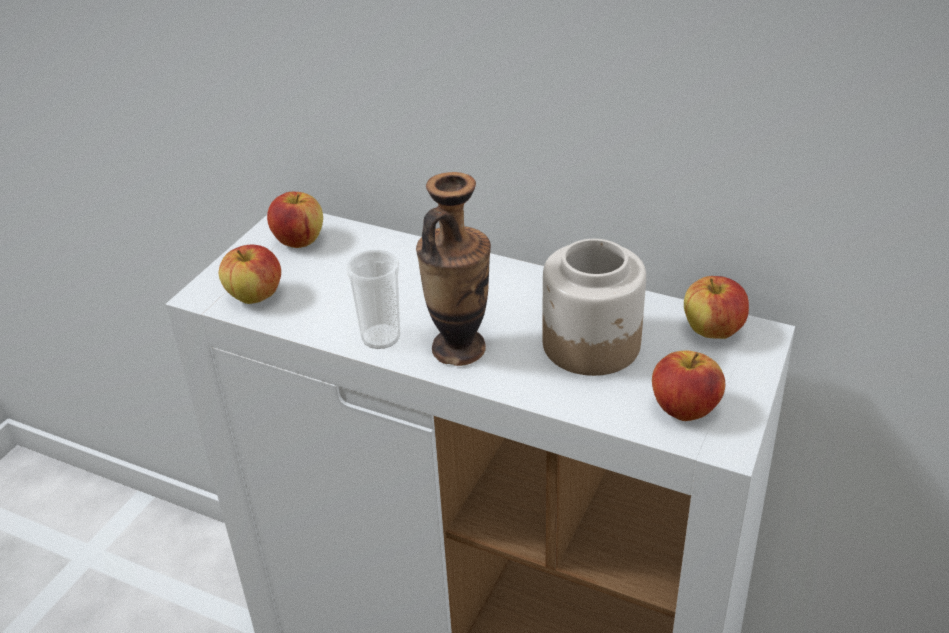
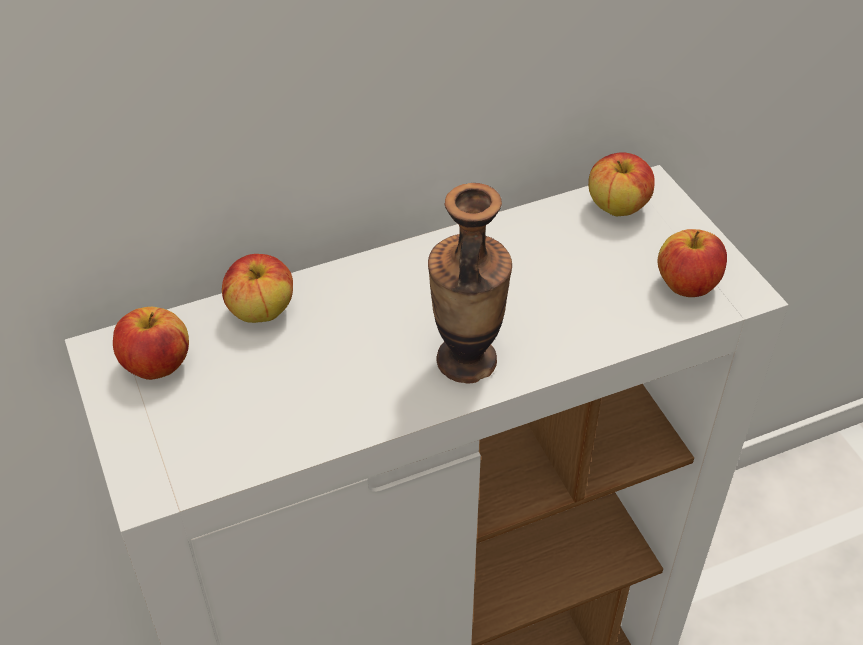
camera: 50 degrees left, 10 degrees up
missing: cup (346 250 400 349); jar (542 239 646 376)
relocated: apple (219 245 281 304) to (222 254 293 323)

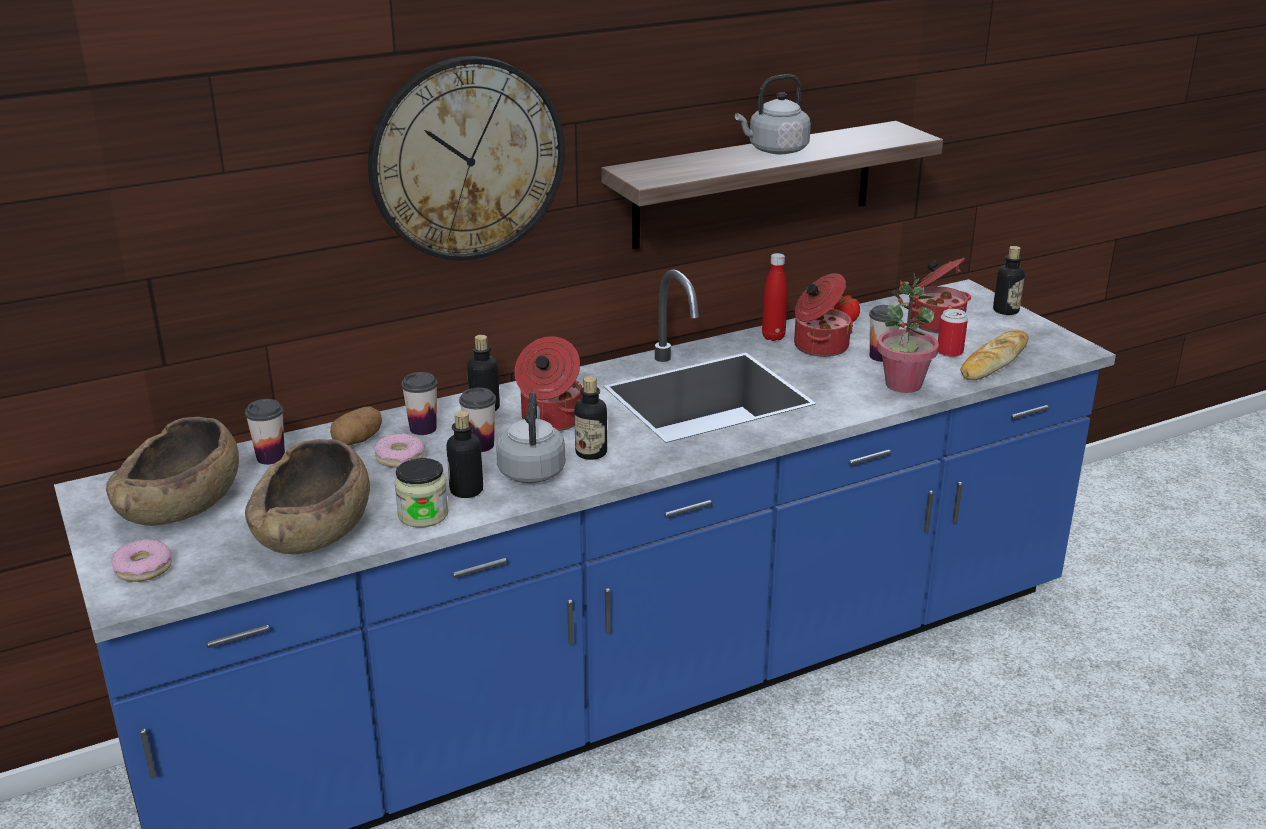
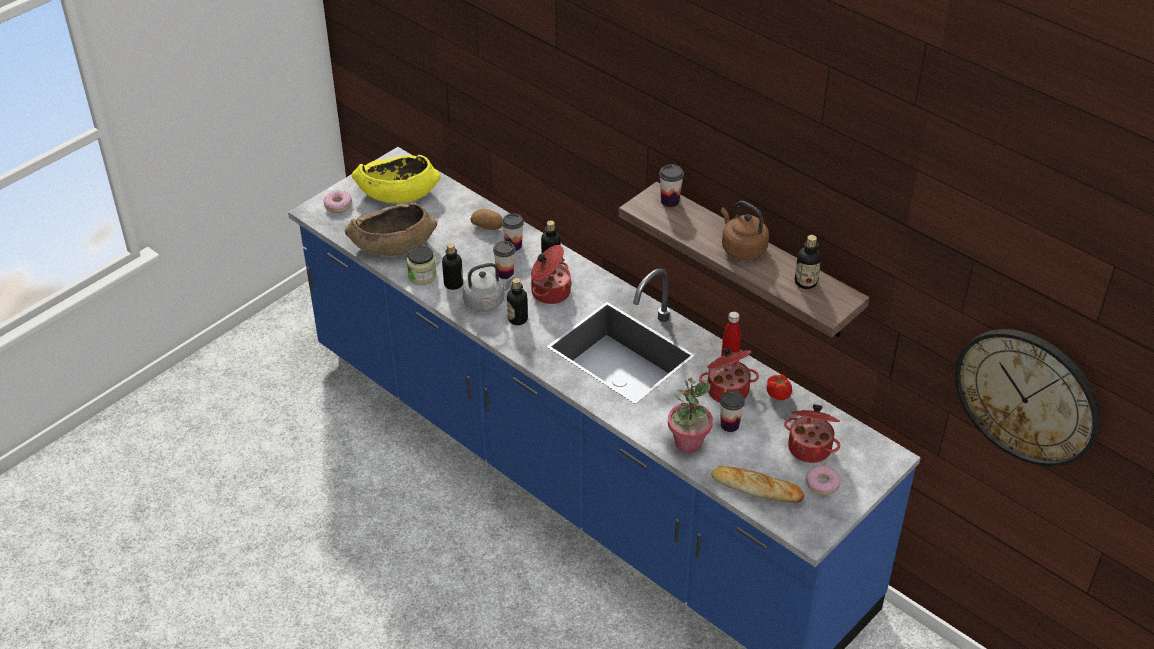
camera: 70 degrees right, 15 degrees up
missing: can (938 309 968 357)
relocated: cup (245 399 285 465) to (659 164 684 207); bottle (993 246 1025 315) to (795 235 821 289); donut (374 433 425 468) to (806 465 841 495); wall_clock (368 56 565 260) to (955 329 1101 467)
colour: brown_bowl (106 417 239 526) to yellow_bowl (352 155 440 203); grey_kettle (735 74 811 154) to brown_kettle (721 201 769 260)

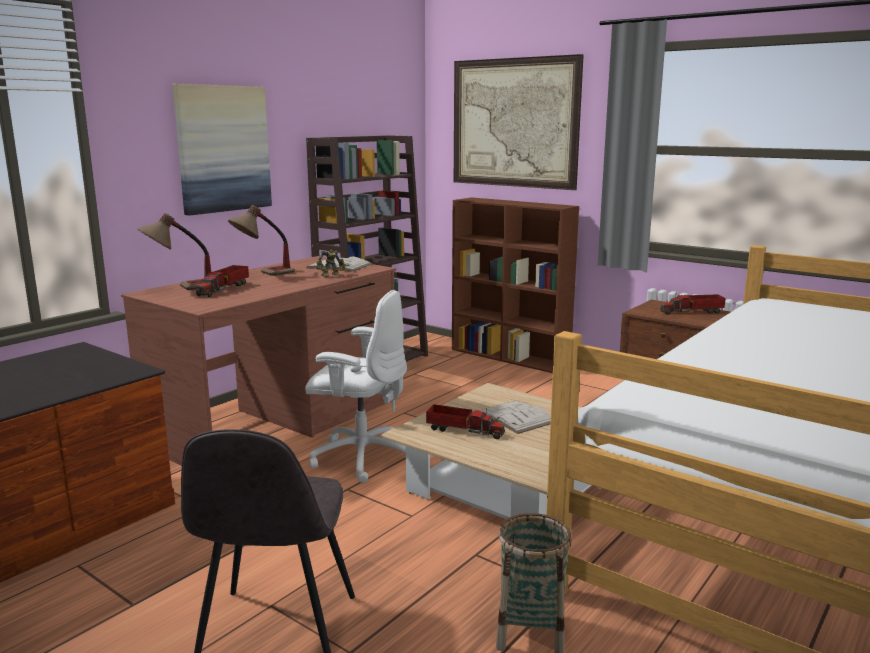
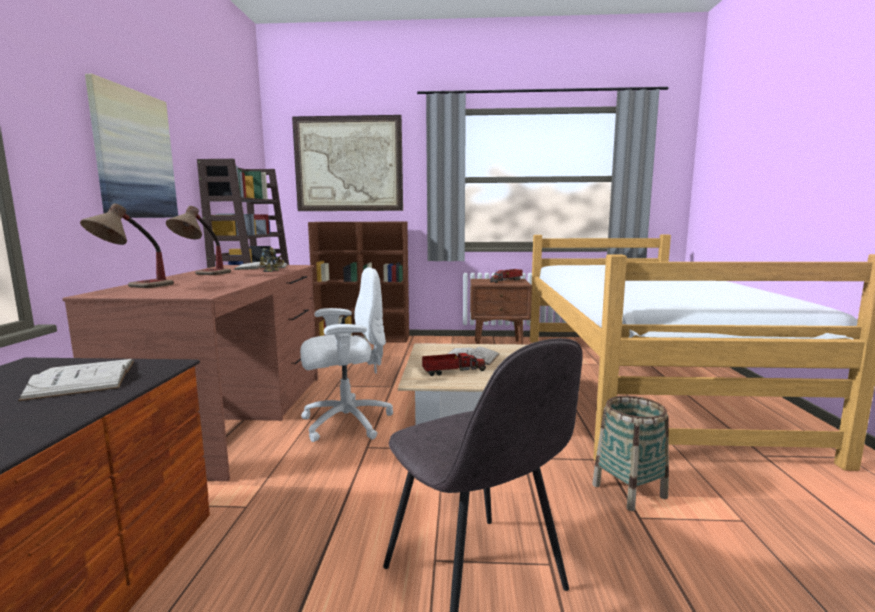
camera: 35 degrees left, 5 degrees down
missing: toy_truck (196 265 249 297)
appeared: white_book (18 359 134 401)

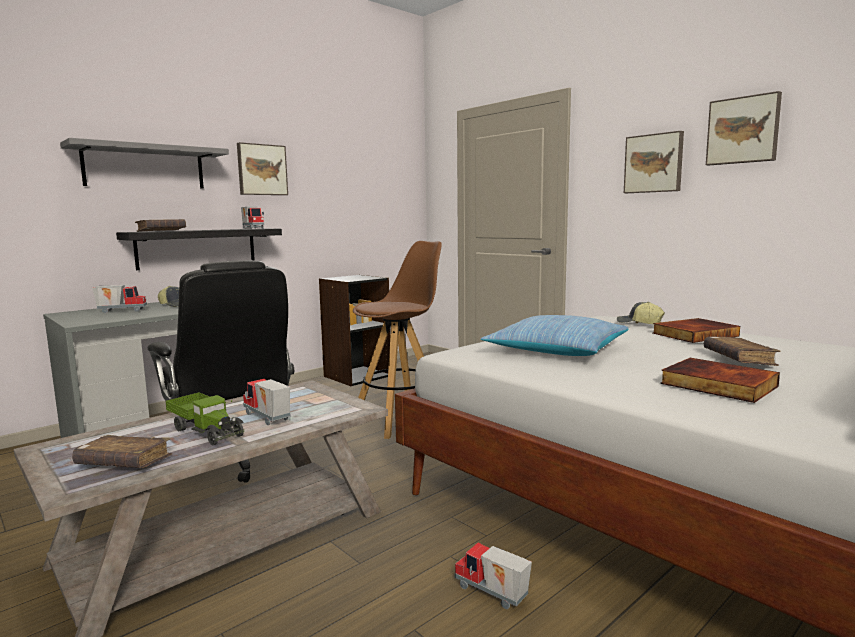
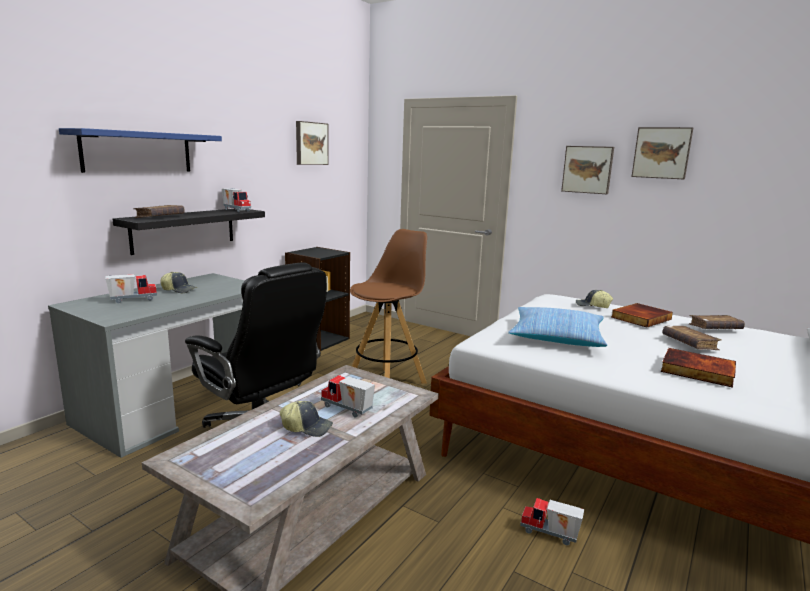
camera: 15 degrees left, 5 degrees up
relocated: picture (237 142 288 195) to (296 121 329 165); brown_book (72 435 172 468) to (689 315 745 329)
exchanged: toy_truck (165 392 244 445) to cap (280 401 333 437)
colour: grey_shelf (60 138 229 189) to blue_shelf (59 128 222 173)

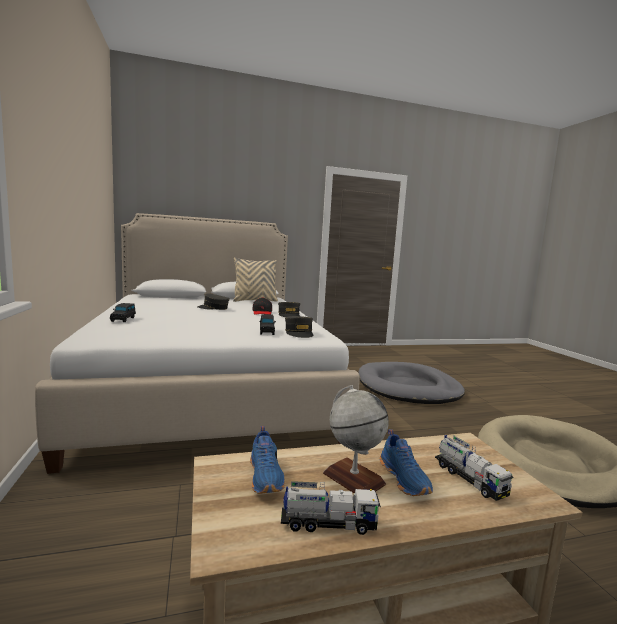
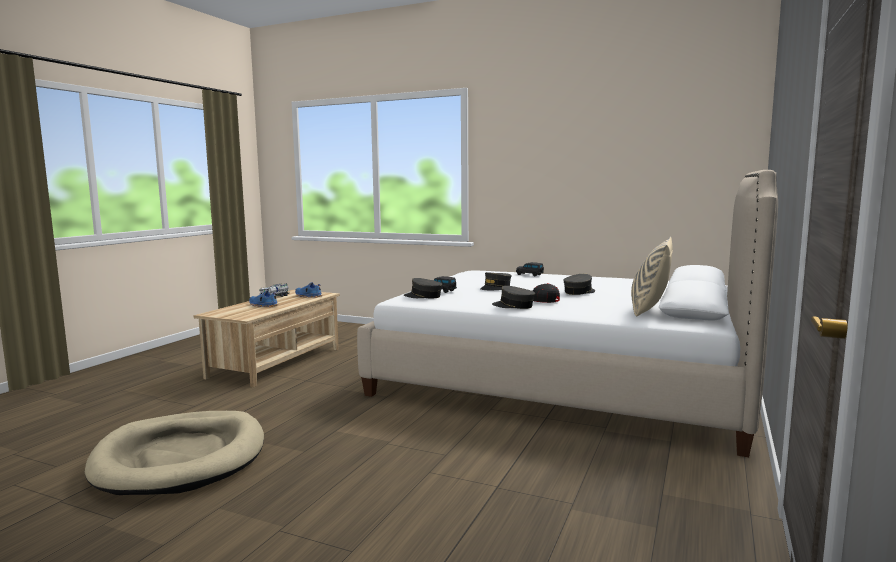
camera: 130 degrees right, 0 degrees up
missing: globe (323 385 389 493); grey_dog_bed (358 362 465 404); toy_truck (435 435 514 501)
appeared: grey_cap (480 272 512 290)

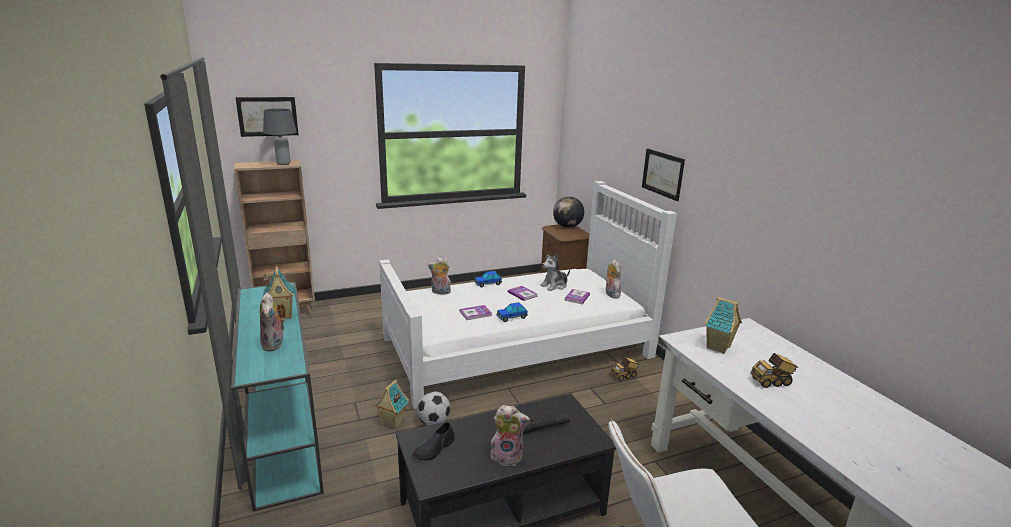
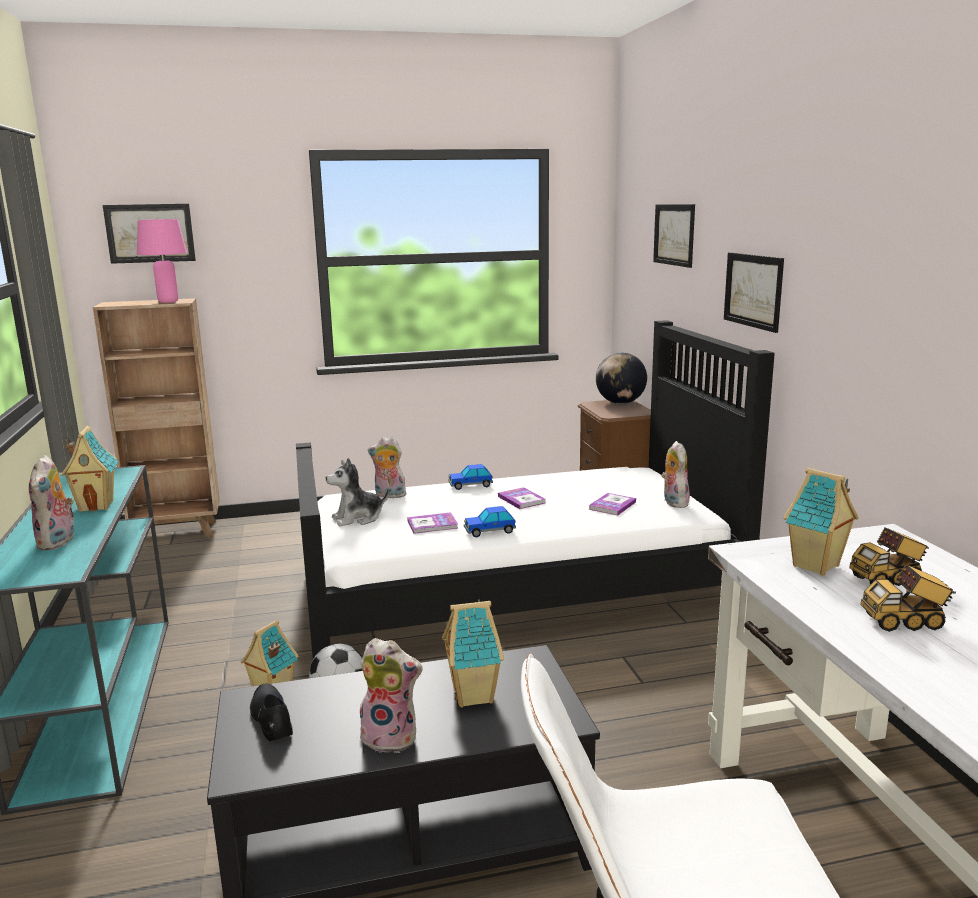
camera: 10 degrees right, 5 degrees down
appeared: picture (653 204 695 268)
relocated: plush_toy (540 253 570 291) to (325 458 389 526); toy_truck (611 357 640 381) to (849 527 929 586)
exchanged: black_flashlight (523 413 570 434) to toy_house (442 600 504 707)
colour: grey_table_lamp (263 109 297 165) to pink_table_lamp (137 219 187 303); white_bed (379 181 677 409) to black_bed (296 320 775 659)
spun: black_shoe (413 422 455 460) = (250 683 293 741) 105 degrees clockwise

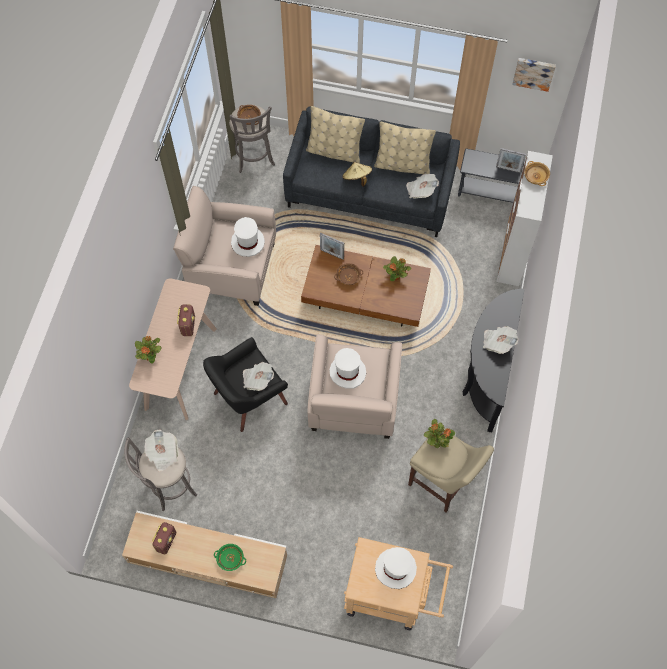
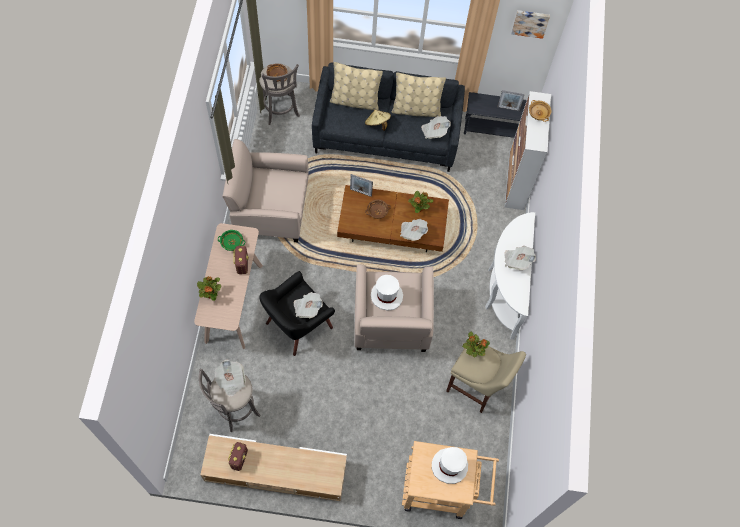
camera: 10 degrees left, 0 degrees up
missing: white_hat (231 217 265 257)
appeared: newspaper (400 219 428 241)
relocated: green_bowl (214 544 246 571) to (218 230 245 251)
colour: black_console_table (463 289 525 432) to white_console_table (485 212 535 340)

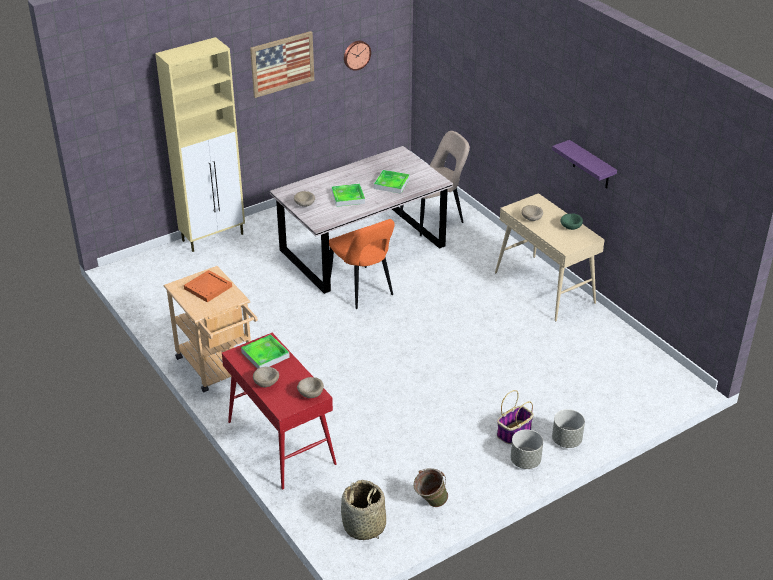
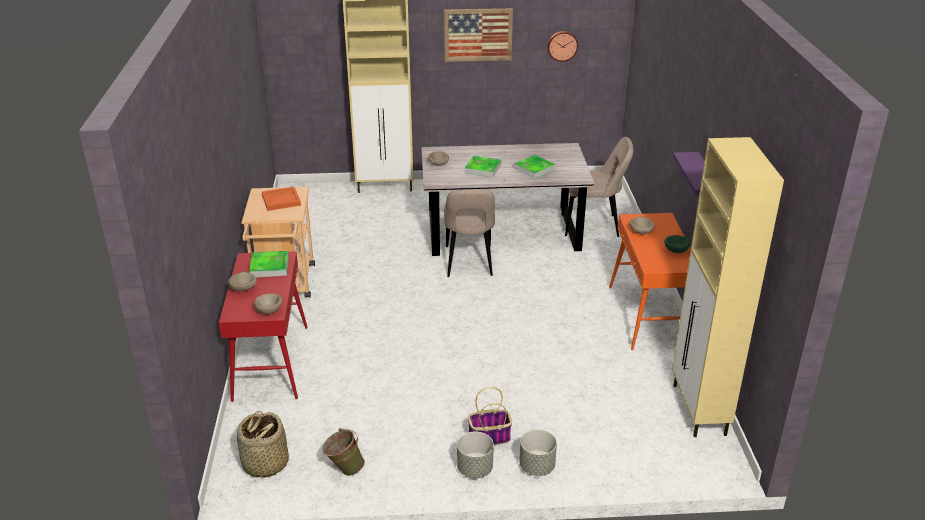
camera: 30 degrees right, 5 degrees down
appeared: beige_cabinet (672 137 784 437)
colour: orange_chair (329 219 395 309) to beige_chair (444 189 495 277); beige_console_table (495 193 605 321) to orange_console_table (609 213 691 350)

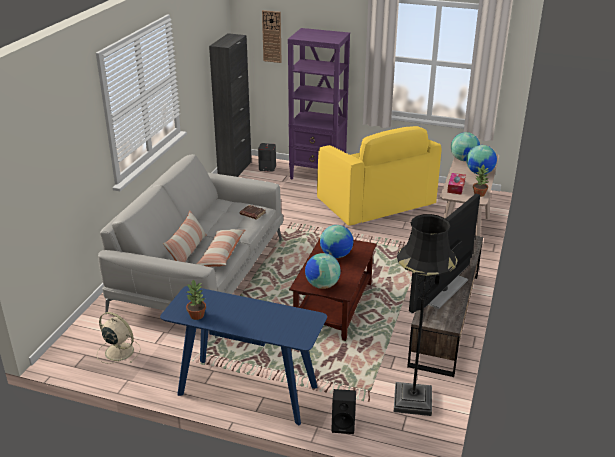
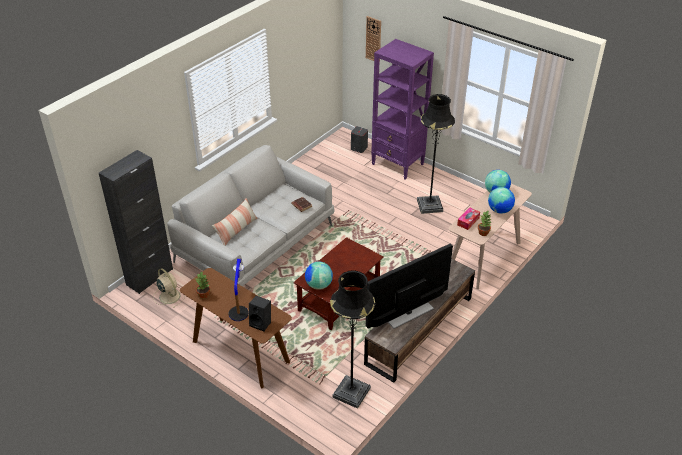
camera: 20 degrees right, 10 degrees up
missing: pillow (196 229 245 267); globe (320 225 353 258)
appeared: table_lamp (228 259 249 321)
relocated: black_cabinet (209 33 252 177) to (99 150 173 294); black_speaker (331 389 356 434) to (249 296 271 331)
exchanged: yellow_armchair (317 126 442 226) to black_floor_lamp (417 94 455 214)
colour: blue_console_table (160 286 327 425) to brown_console_table (180 268 292 388)

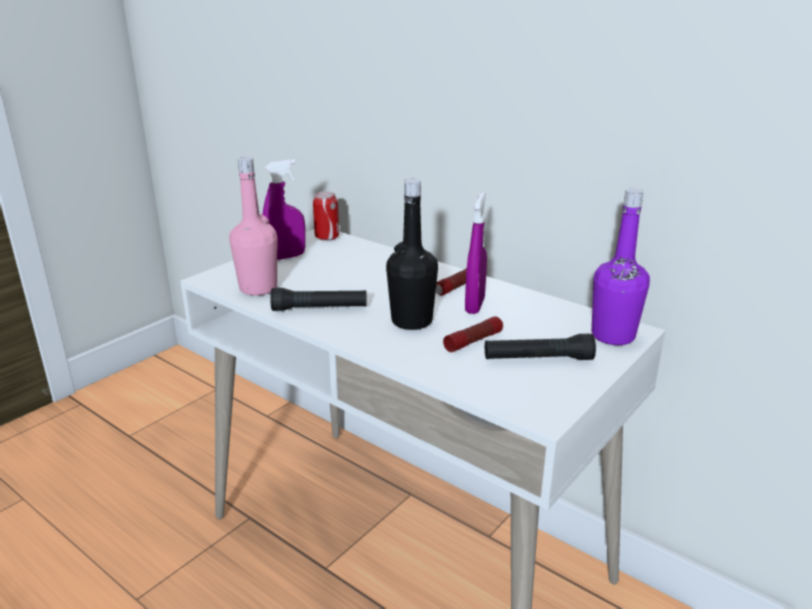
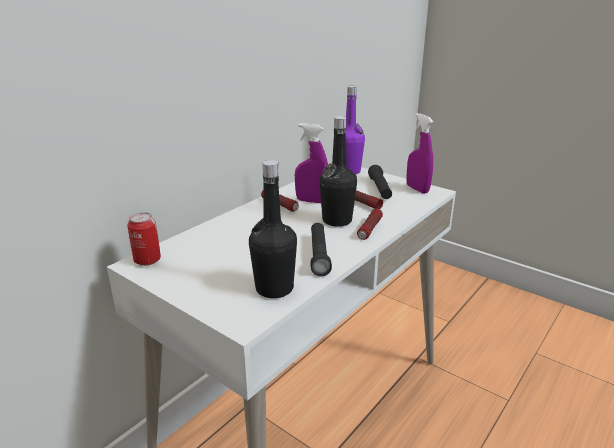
camera: 90 degrees left, 0 degrees up
appeared: flashlight (357 209 383 240)
relocated: purple_spray_bottle (263 159 306 260) to (406 113 433 194)
colour: pink_bottle (229 157 277 296) to black_bottle (249 160 297 298)

